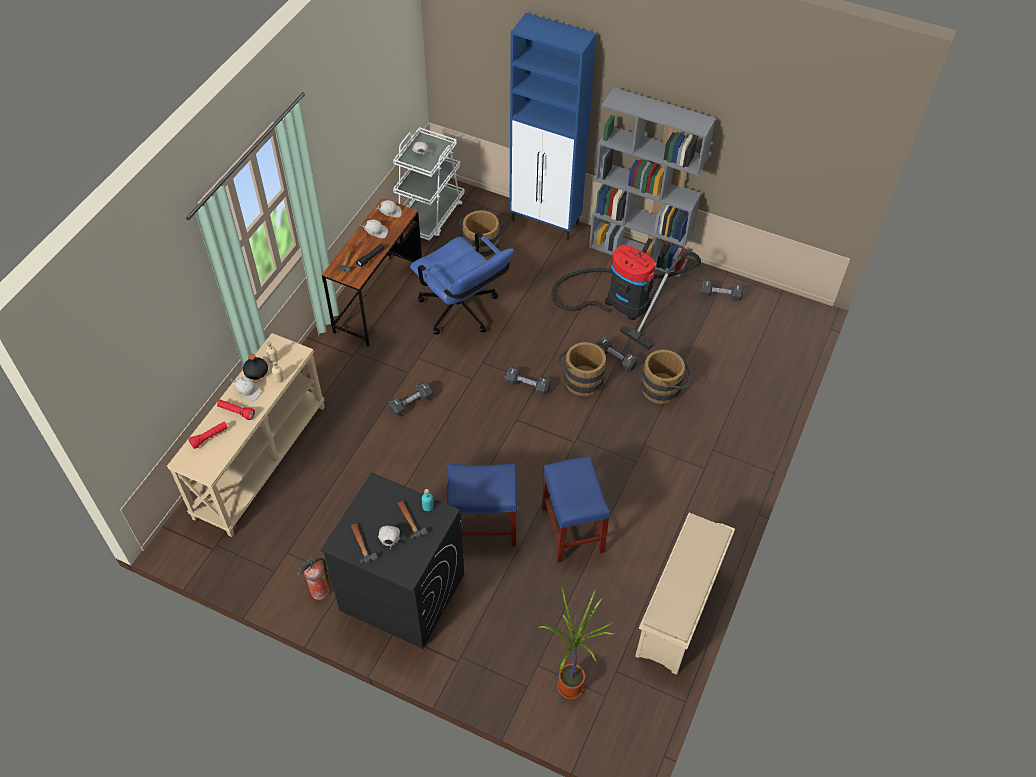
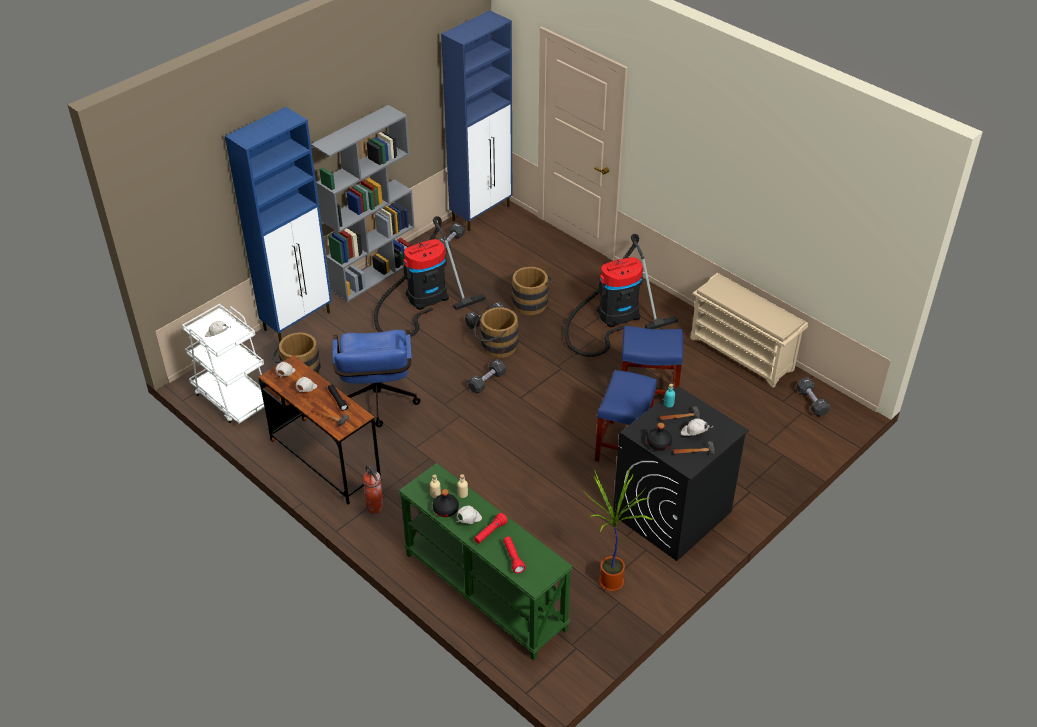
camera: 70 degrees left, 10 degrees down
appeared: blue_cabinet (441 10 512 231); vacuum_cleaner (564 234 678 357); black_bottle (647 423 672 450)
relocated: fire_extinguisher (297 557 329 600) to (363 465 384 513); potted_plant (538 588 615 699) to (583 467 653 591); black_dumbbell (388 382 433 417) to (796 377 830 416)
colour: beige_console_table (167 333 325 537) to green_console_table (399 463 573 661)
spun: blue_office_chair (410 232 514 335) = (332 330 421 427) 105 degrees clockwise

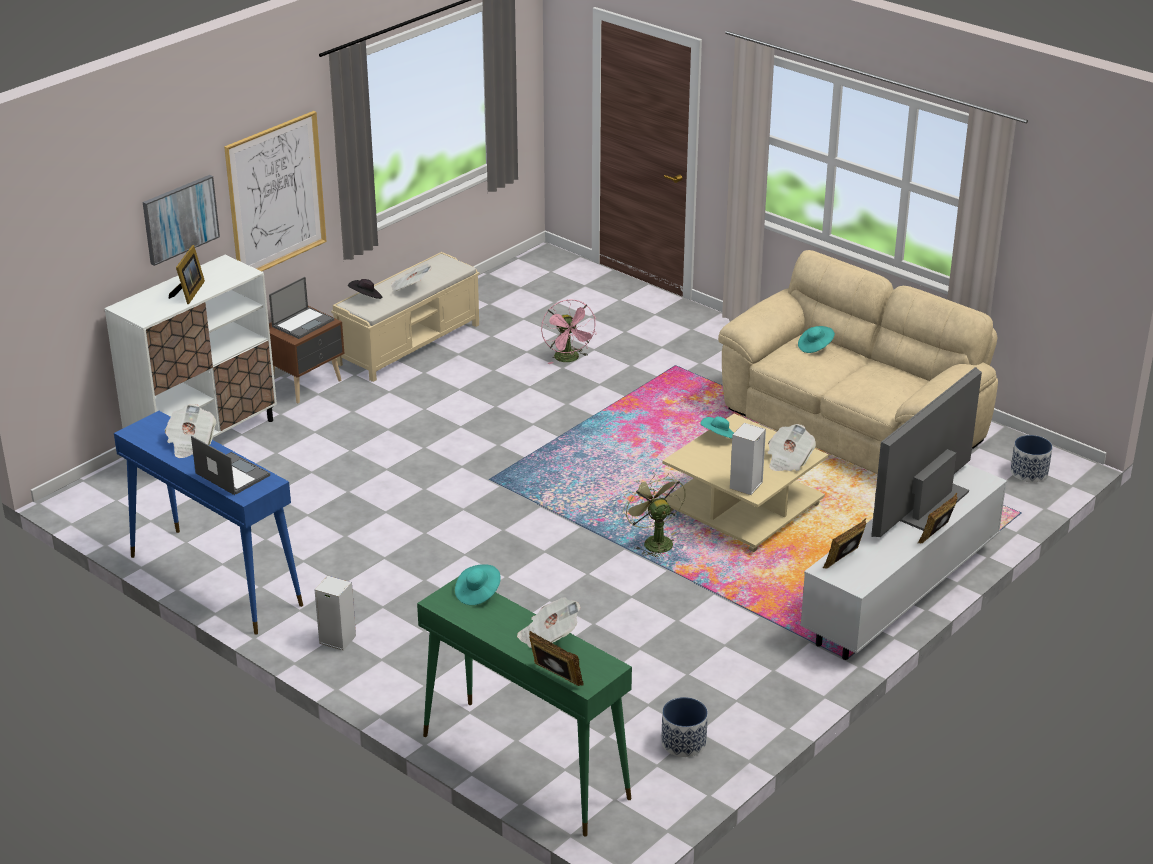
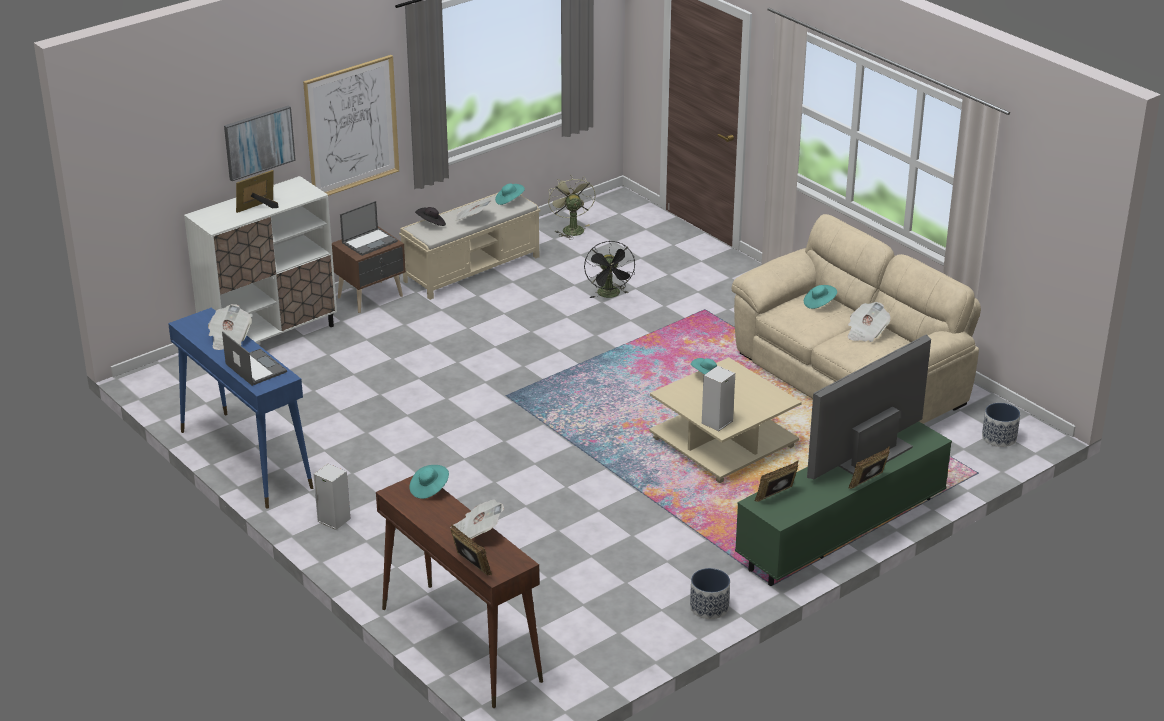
camera: 10 degrees right, 0 degrees up
appeared: turquoise_hat (495 183 525 205)
relocated: green_fan (623 473 685 559) to (548 174 596 240); planter (661 697 708 757) to (690 568 730 619); newspaper (768 424 816 471) to (848 302 891 342)
colour: green_console_table (417 576 632 837) to brown_console_table (376 475 543 708); pink_fan (541 299 597 364) to black_fan (584 241 635 298); white_tv_stand (800 464 1007 660) to green_tv_stand (735 421 952 586)
spun: picture_frame (169 245 205 304) = (236 170 279 213) 150 degrees counterclockwise

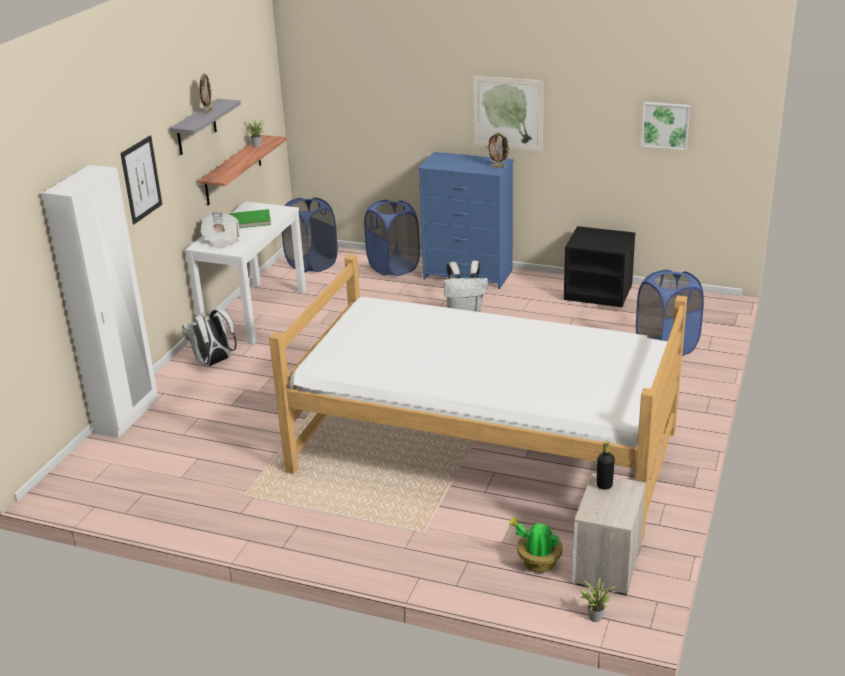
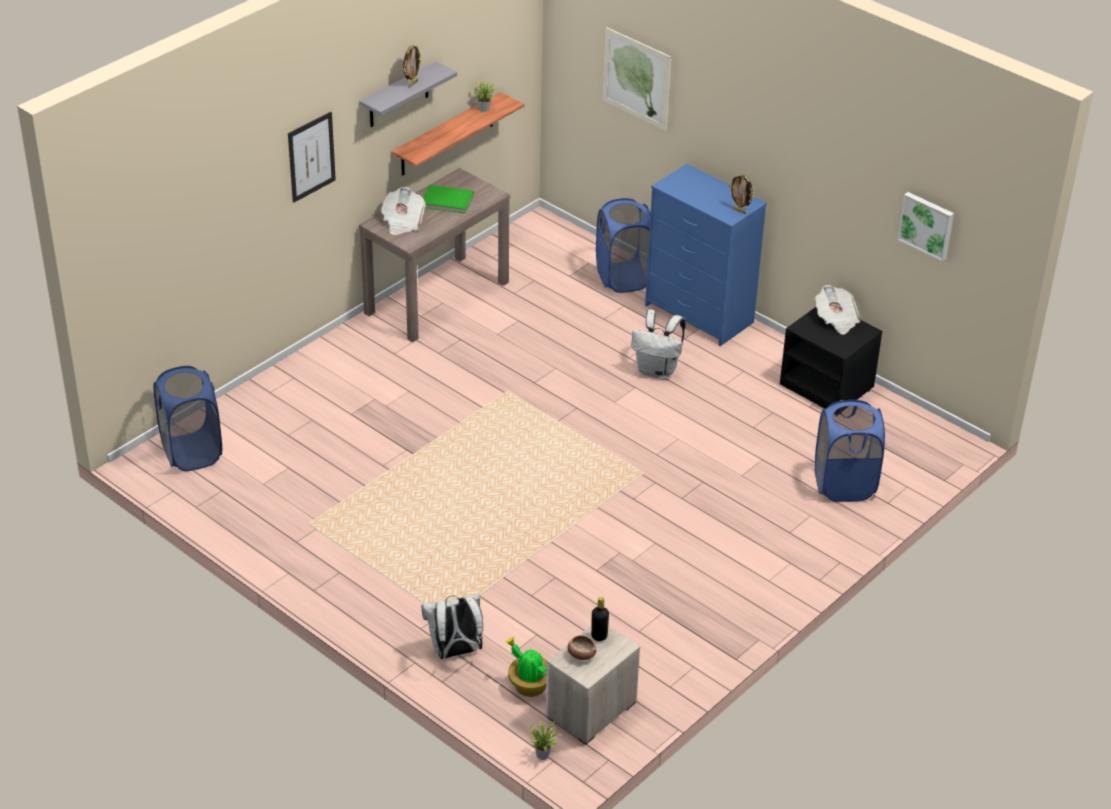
camera: 20 degrees right, 10 degrees up
missing: white_wardrobe (42 165 158 438); bed (269 255 687 542)
appeared: bowl (568 635 596 660); newspaper (815 285 860 335)
relocated: blue_laundry_basket (282 197 338 272) to (154 366 222 471); white_backpack (182 309 236 367) to (421 594 483 659); picture (473 76 544 151) to (603 27 671 131)
colour: white_console_table (185 201 306 345) to brown_console_table (359 168 510 342)

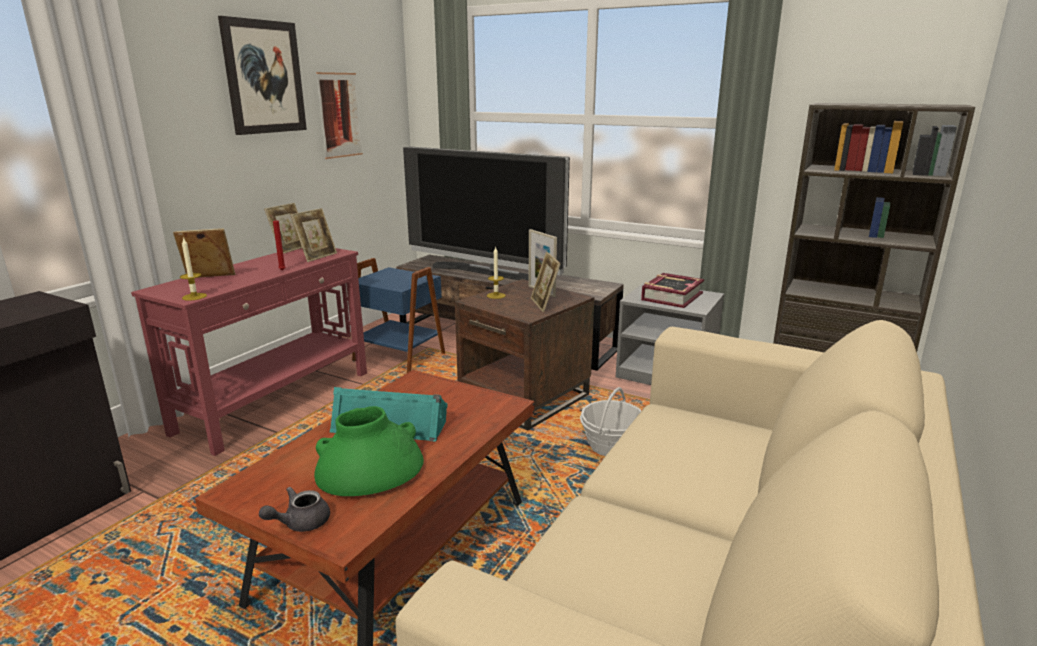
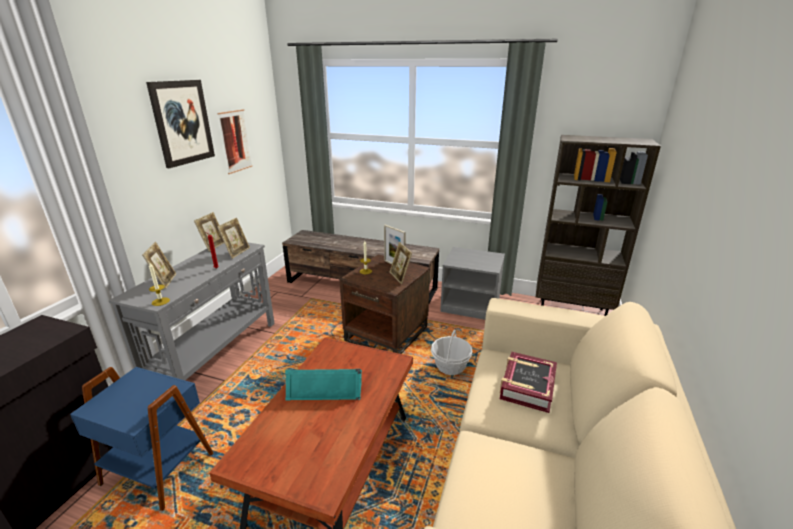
camera: 10 degrees left, 5 degrees up
missing: grey_teapot (259 487 330 532); green_vase (314 406 424 496); television (403 147 570 281)
relocated: blue_side_table (352 258 445 373) to (70 367 214 511); book (641 273 704 308) to (500 352 557 413)
colour: red_console_table (131 248 367 456) to grey_console_table (109 243 275 380)
spun: picture_frame (173 228 235 278) = (142 242 176 289) 105 degrees clockwise

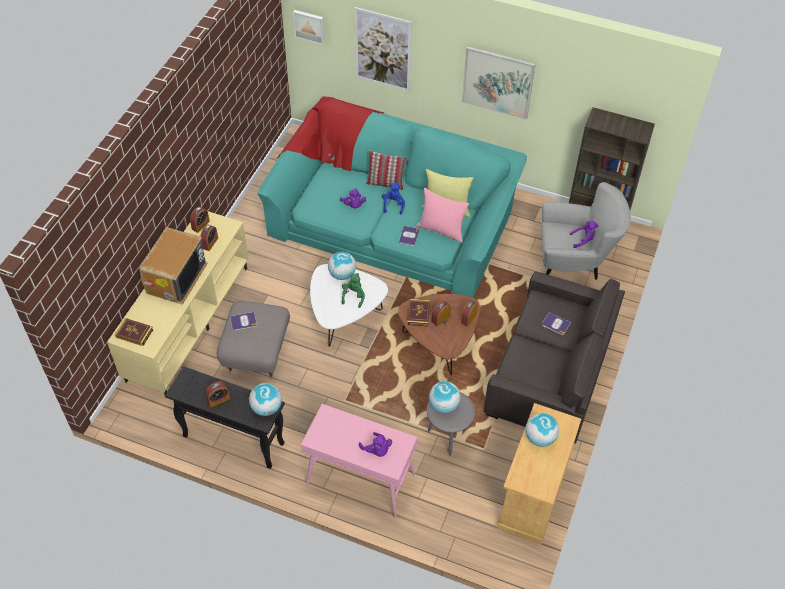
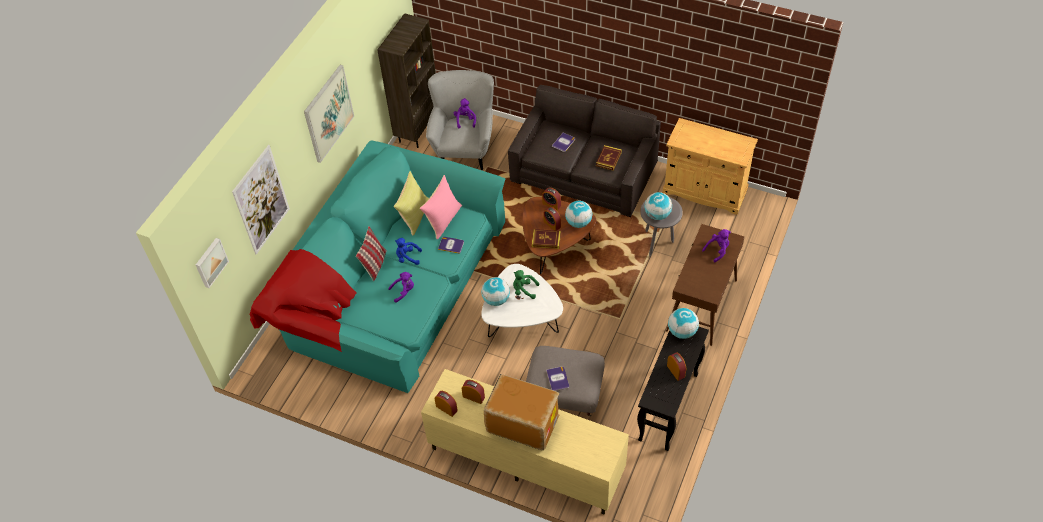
camera: 85 degrees left, 0 degrees up
relocated: globe (525 413 559 447) to (565 201 592 228); book (114 318 153 346) to (596 145 622 171)
colour: pink_console_table (301 404 417 519) to brown_console_table (666 224 745 346)

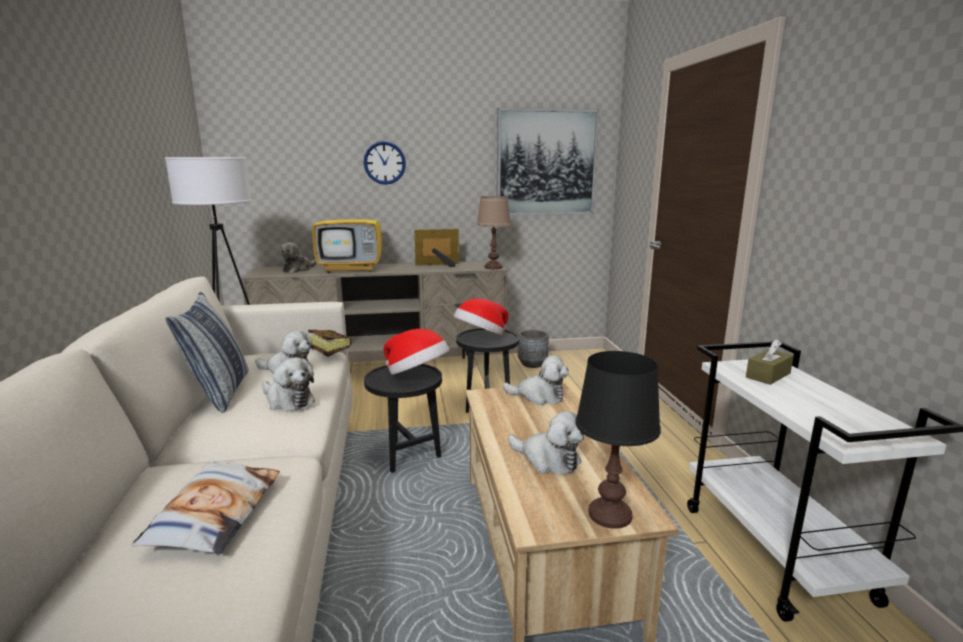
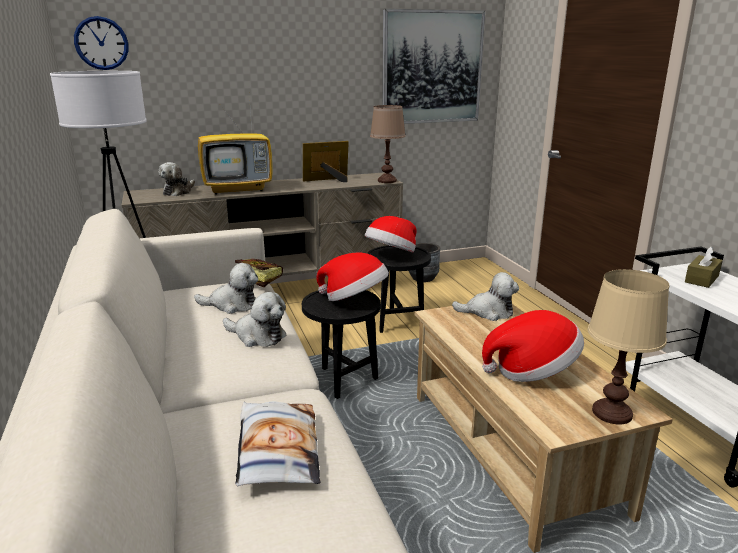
camera: 10 degrees left, 5 degrees up
missing: pillow (165 292 248 413)
relocated: wall_clock (364 141 406 185) to (74 16 129 70)
exchanged: plush_toy (508 411 584 475) to hat (482 310 584 382)
colour: black_table_lamp (575 351 661 529) to beige_table_lamp (588 269 669 424)

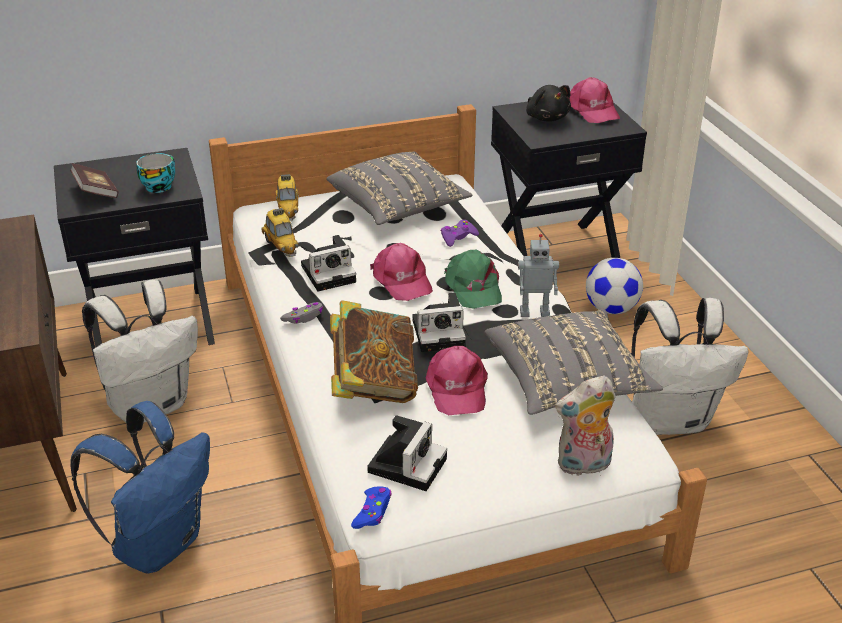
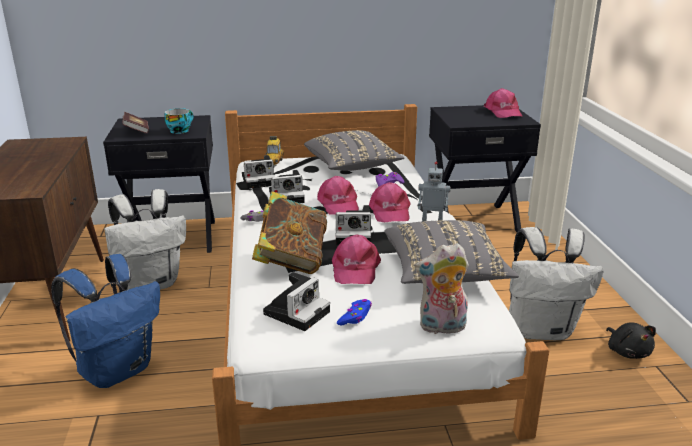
camera: 10 degrees right, 10 degrees down
missing: football (586 258 643 314)
relocated: blue_game_controller (351 487 391 529) to (337 299 372 325); black_plush_toy (526 85 571 122) to (606 322 656 359)
exchanged: toy_car (261 208 299 257) to photo_camera (242 155 275 189)
colour: green_cap (444 250 502 309) to pink_cap (369 182 410 222)

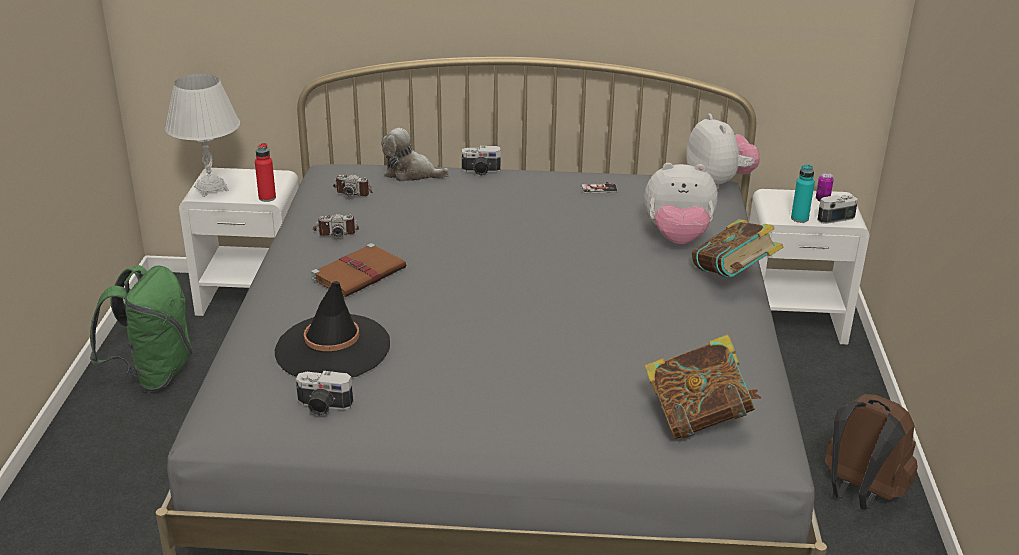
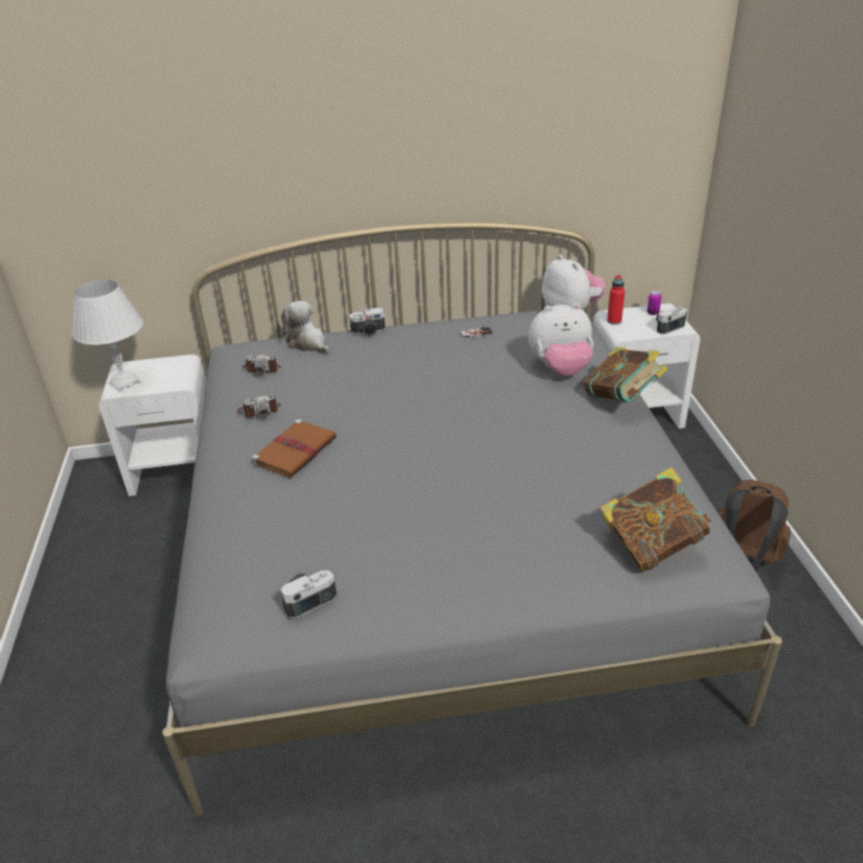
camera: 10 degrees left, 5 degrees up
missing: green_backpack (90 265 193 392); black_hat (275 281 390 378); turquoise_bottle (791 164 815 223)
relocated: red_bottle (255 143 276 202) to (607 275 625 325)
spun: photo_camera (296 371 353 416) = (280 570 337 618) 150 degrees clockwise; plush_toy (381 128 450 182) = (281 301 329 354) 45 degrees clockwise

